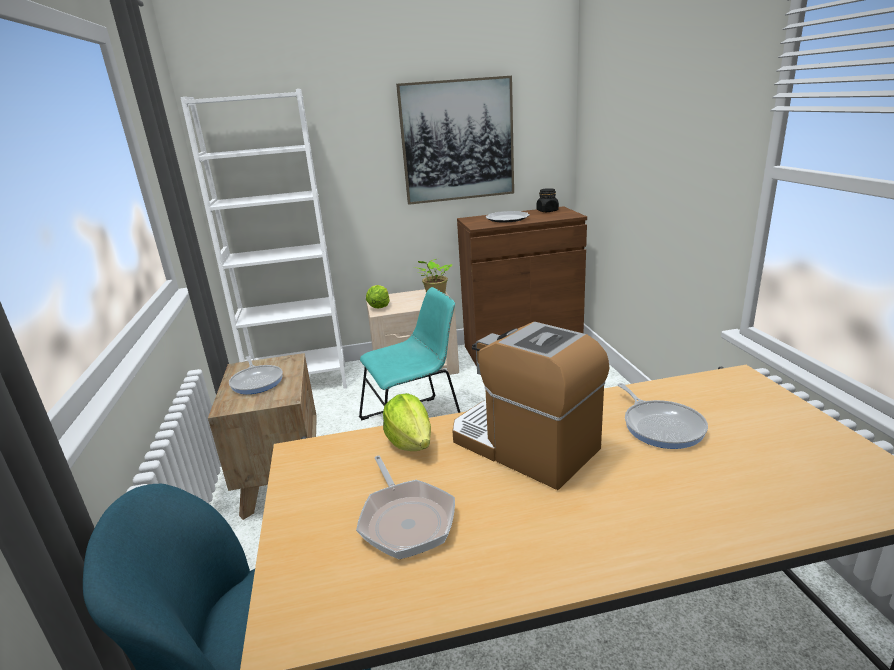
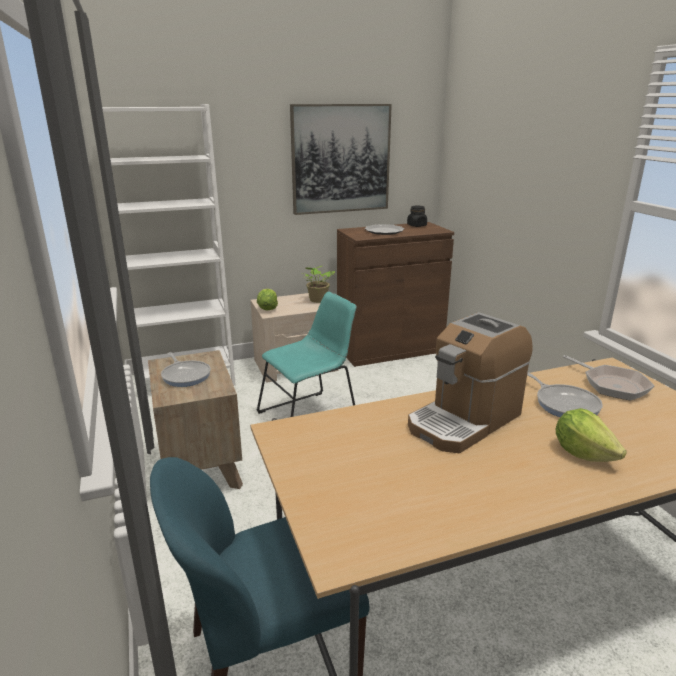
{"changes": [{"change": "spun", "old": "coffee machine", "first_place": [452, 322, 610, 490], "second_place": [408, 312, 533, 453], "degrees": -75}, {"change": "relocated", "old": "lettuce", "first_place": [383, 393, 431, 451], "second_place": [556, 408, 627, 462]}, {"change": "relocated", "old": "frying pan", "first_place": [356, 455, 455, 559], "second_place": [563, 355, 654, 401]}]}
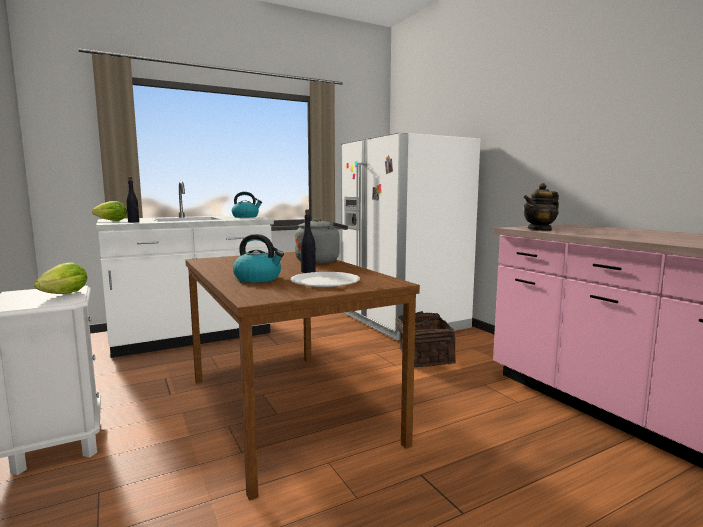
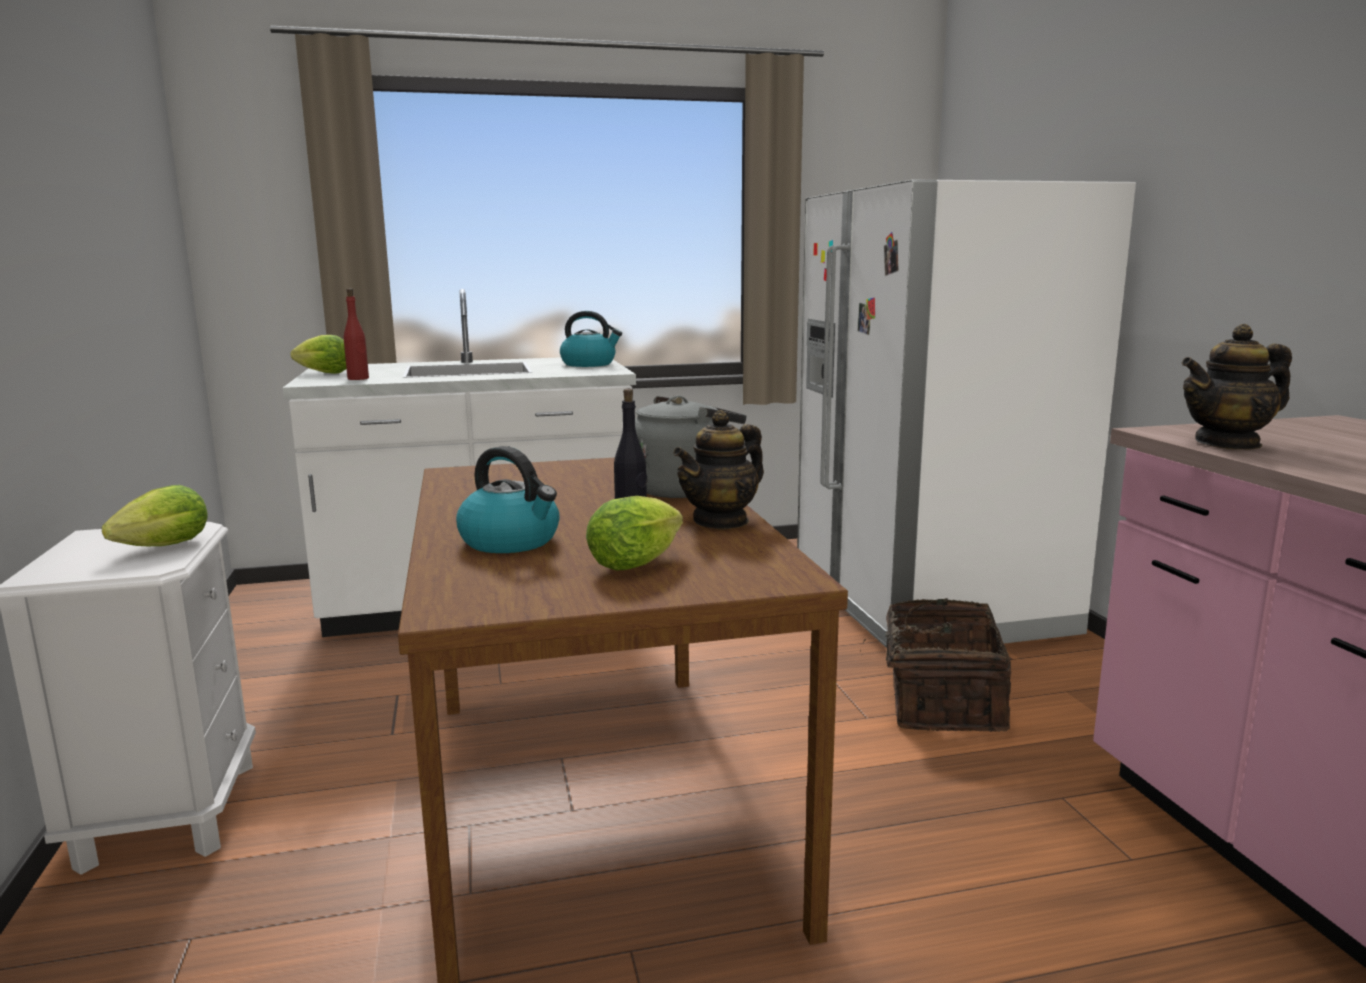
{"changes": [{"change": "colour", "old": "black bottle", "new": "red bottle", "first_place": [126, 177, 139, 222], "second_place": [344, 289, 369, 380]}, {"change": "exchanged", "old": "white plate", "new": "lettuce", "first_place": [290, 272, 360, 287], "second_place": [586, 496, 683, 570]}, {"change": "appeared", "new": "teapot", "second_place": [673, 410, 764, 530]}]}
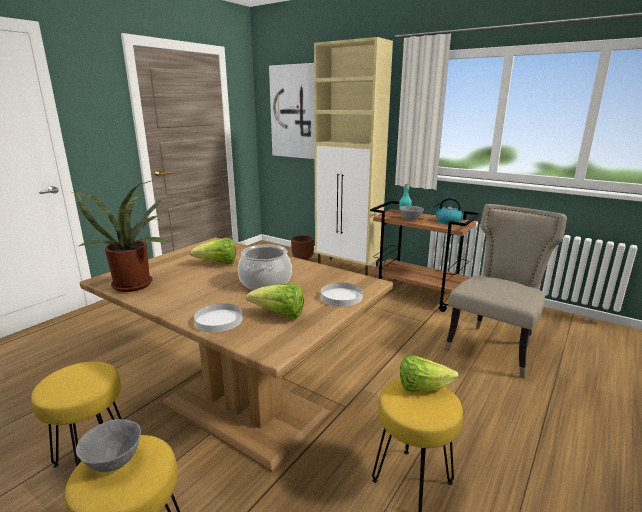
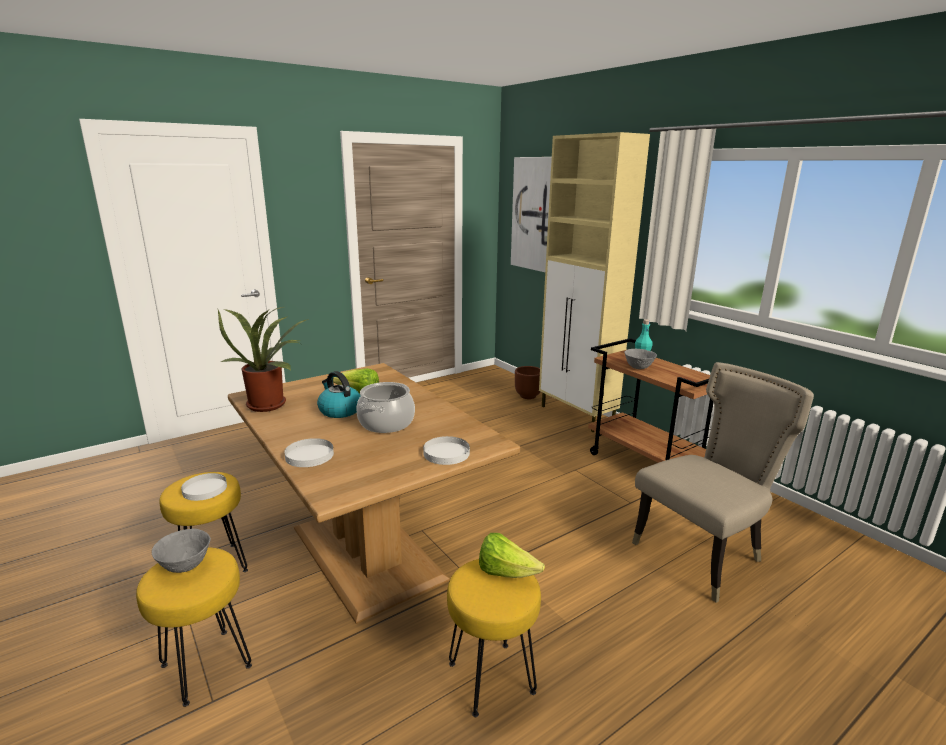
{"changes": [{"change": "appeared", "new": "white plate", "second_place": [181, 473, 227, 501]}, {"change": "relocated", "old": "kettle", "first_place": [433, 197, 463, 224], "second_place": [317, 371, 361, 418]}, {"change": "missing", "old": "lettuce", "first_place": [246, 284, 304, 319]}]}
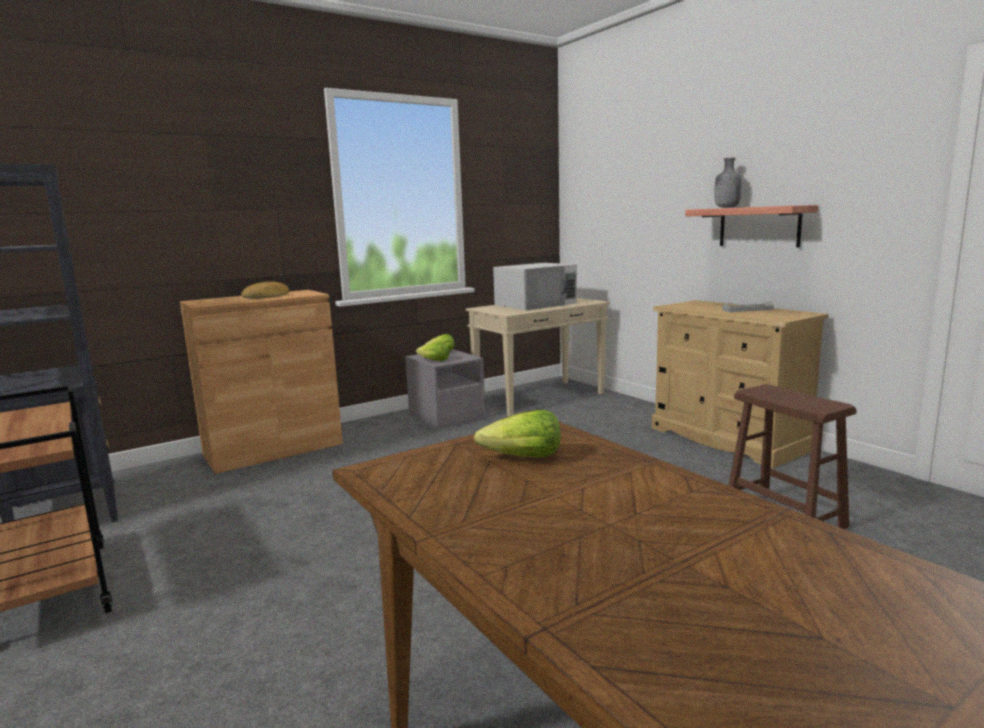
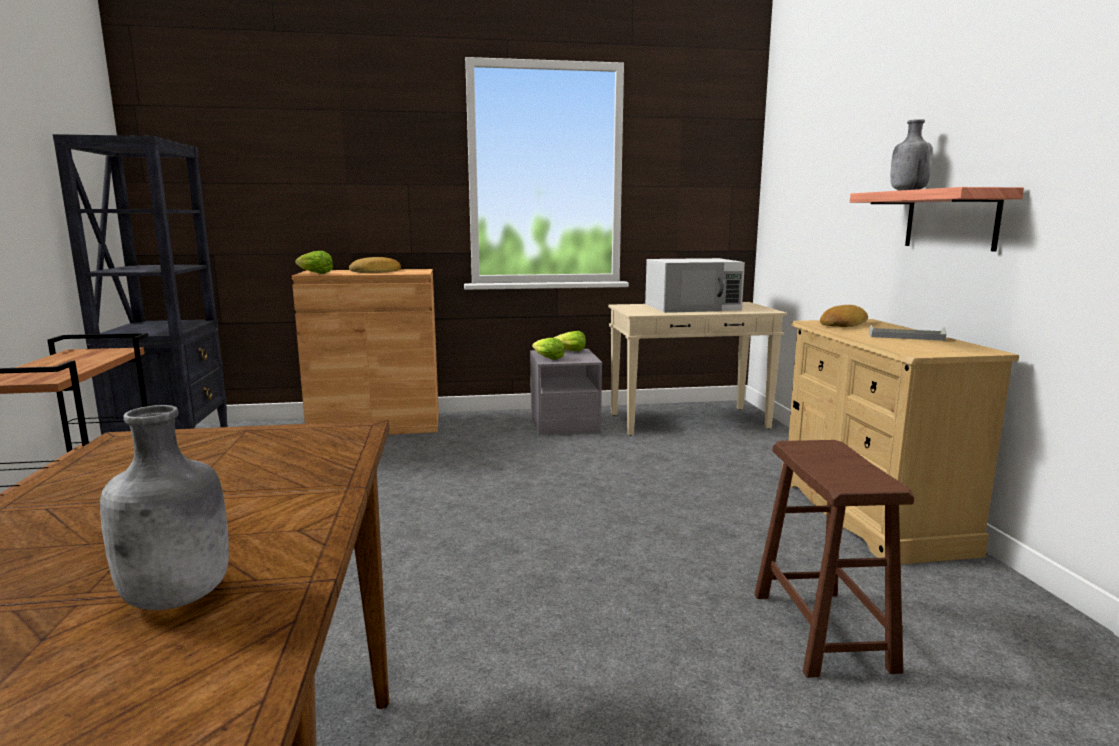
{"changes": [{"change": "appeared", "new": "grey bottle", "second_place": [100, 405, 229, 610]}, {"change": "relocated", "old": "lettuce", "first_place": [474, 410, 561, 458], "second_place": [295, 251, 333, 274]}, {"change": "appeared", "new": "bread", "second_place": [820, 305, 868, 327]}]}
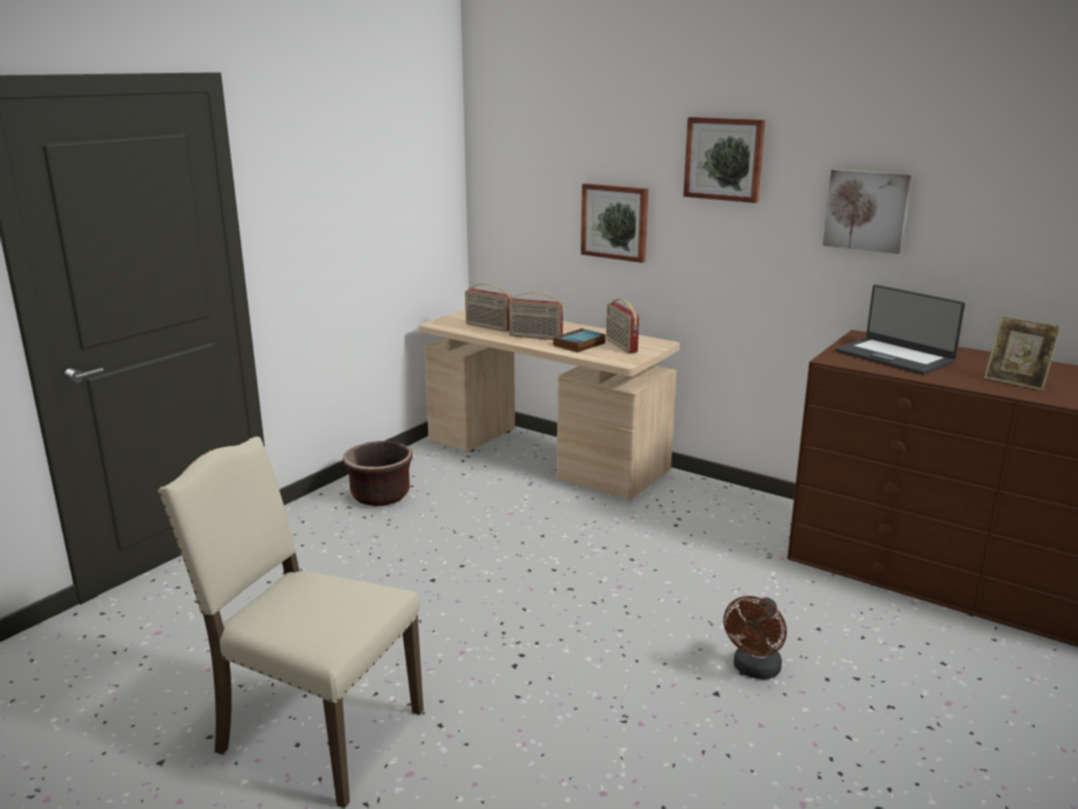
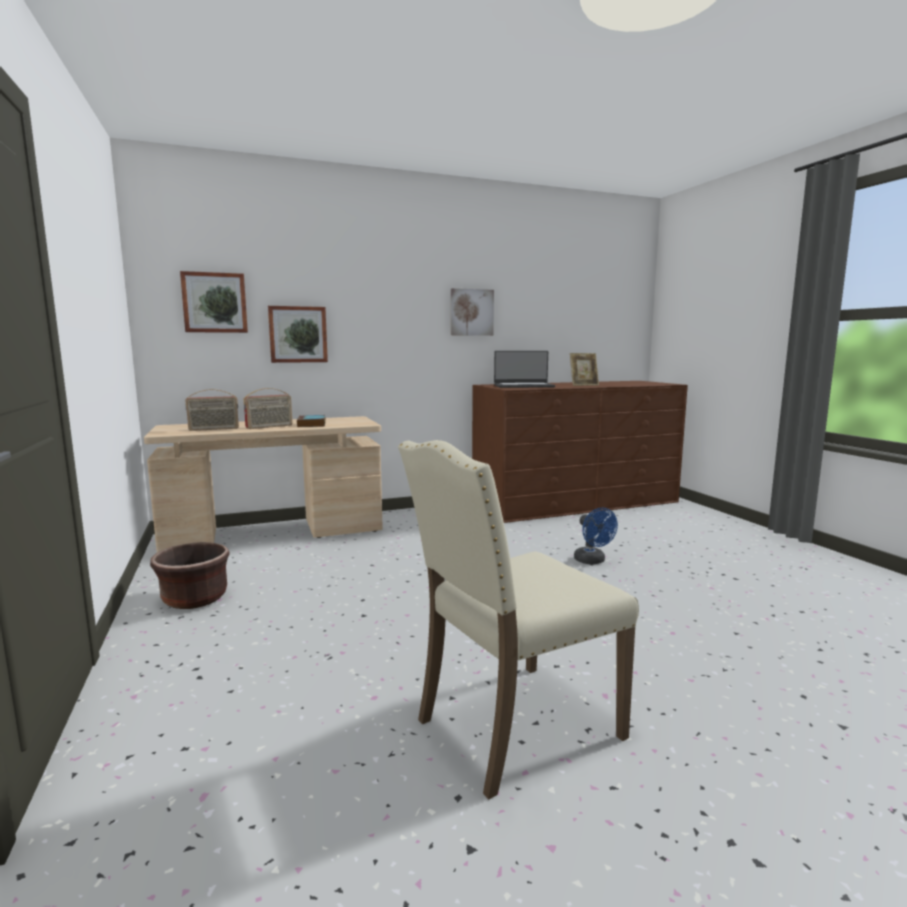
{"changes": [{"change": "relocated", "old": "picture", "first_place": [683, 117, 765, 203], "second_place": [180, 271, 248, 333]}, {"change": "colour", "old": "brown fan", "new": "blue fan", "first_place": [724, 596, 787, 680], "second_place": [574, 508, 618, 564]}, {"change": "missing", "old": "radio", "first_place": [606, 299, 639, 353]}]}
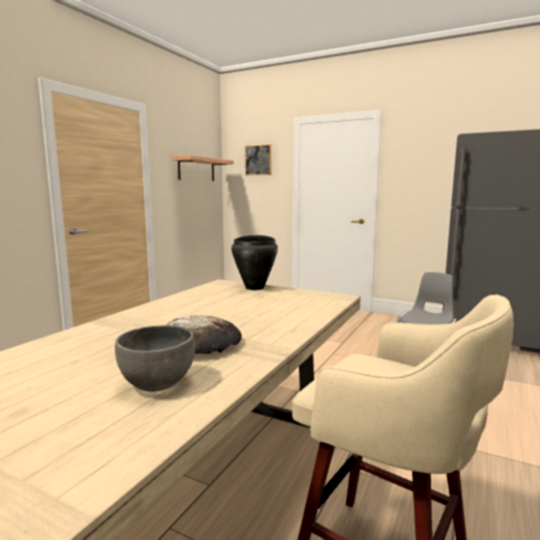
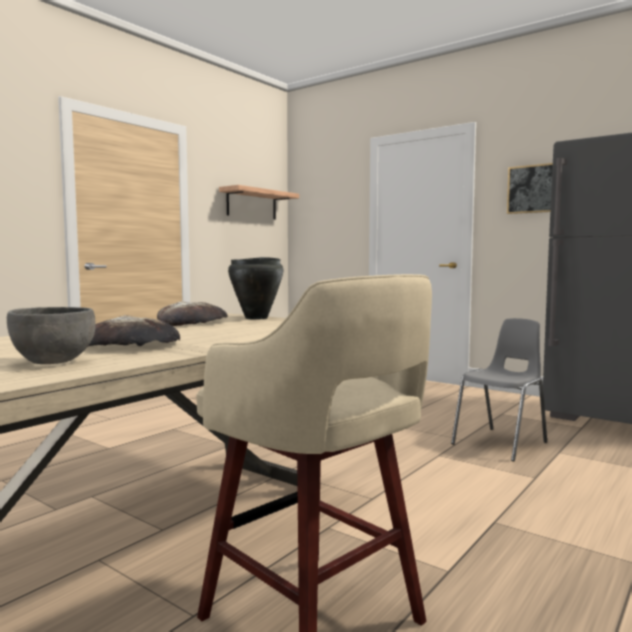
{"changes": [{"change": "appeared", "new": "bread", "second_place": [157, 301, 228, 326]}, {"change": "relocated", "old": "picture", "first_place": [245, 144, 272, 176], "second_place": [507, 163, 553, 214]}]}
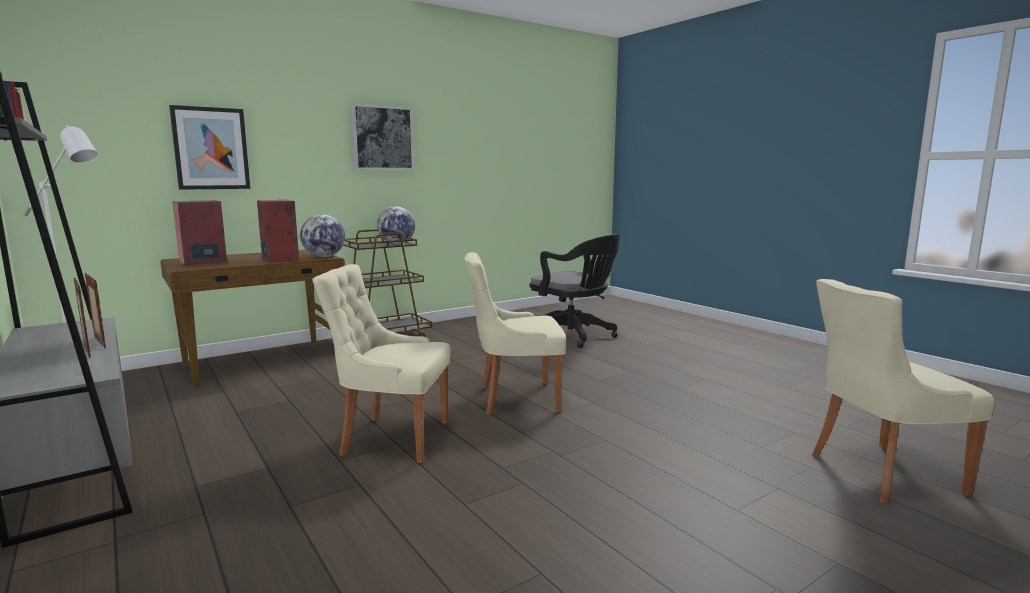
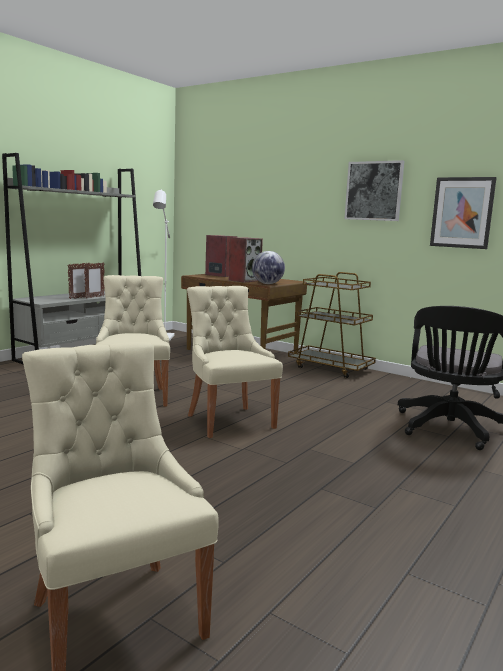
{"changes": [{"change": "relocated", "old": "picture", "first_place": [169, 105, 250, 190], "second_place": [430, 177, 497, 249]}, {"change": "missing", "old": "globe", "first_place": [377, 206, 415, 244]}]}
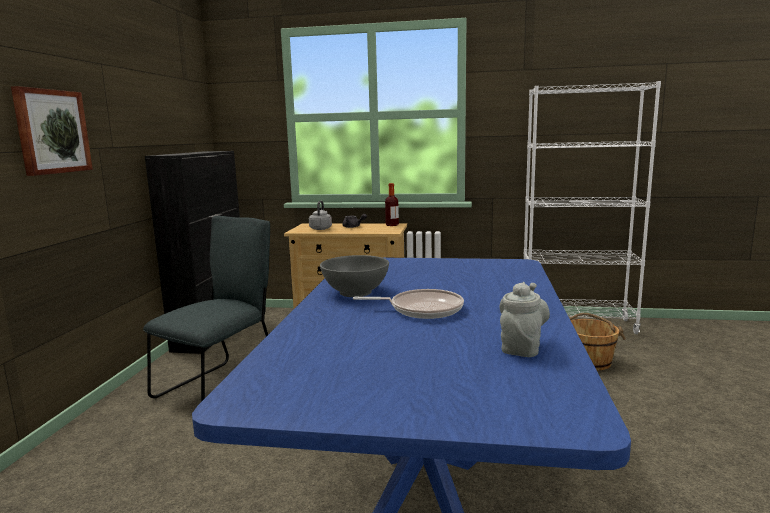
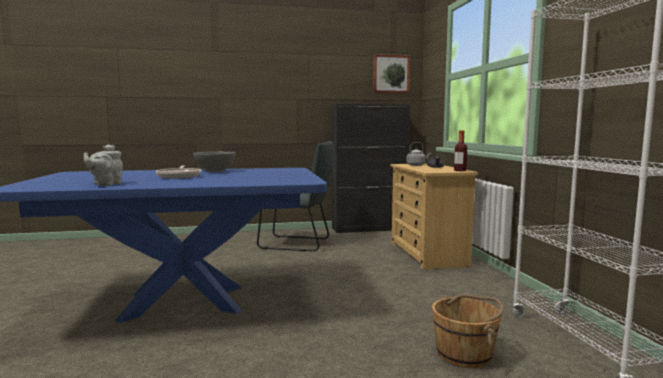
{"changes": [{"change": "spun", "old": "grey teapot", "first_place": [500, 282, 550, 357], "second_place": [84, 144, 123, 186], "degrees": 105}, {"change": "relocated", "old": "picture", "first_place": [11, 86, 93, 176], "second_place": [373, 54, 410, 94]}]}
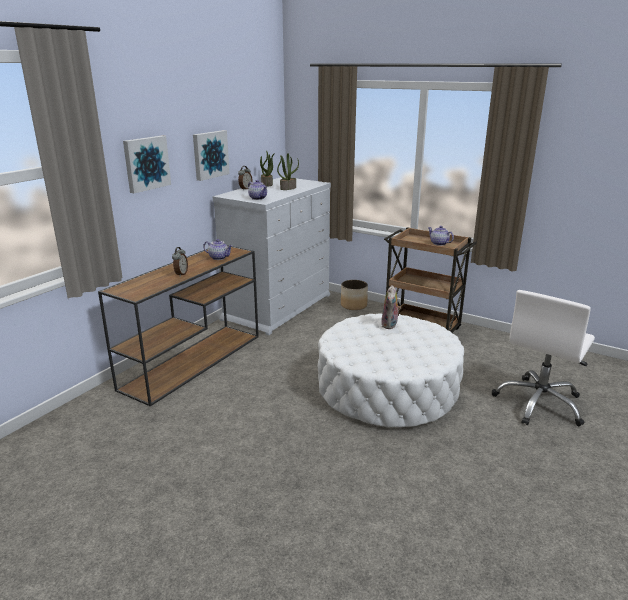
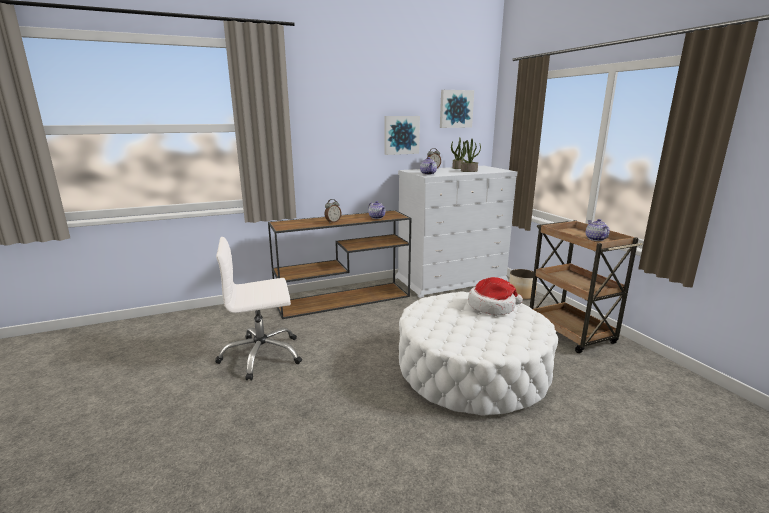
{"changes": [{"change": "relocated", "old": "white office chair", "first_place": [492, 290, 595, 426], "second_place": [215, 237, 302, 380]}, {"change": "relocated", "old": "picture", "first_place": [123, 136, 171, 193], "second_place": [440, 90, 474, 128]}, {"change": "exchanged", "old": "plush toy", "new": "hat", "first_place": [381, 285, 401, 329], "second_place": [468, 277, 523, 315]}]}
